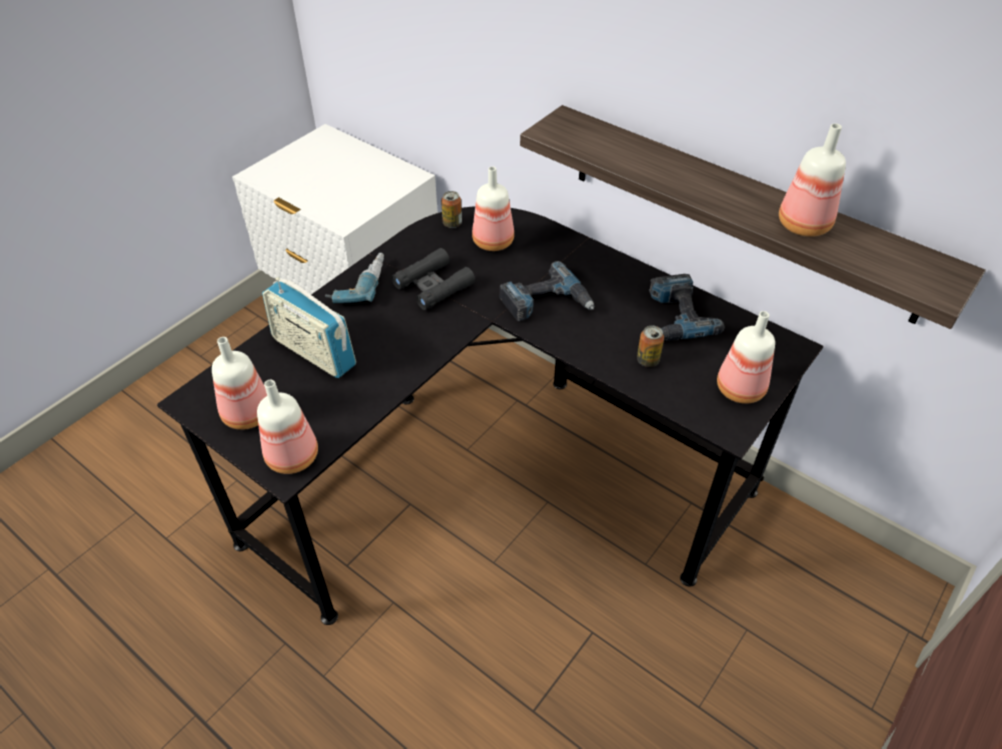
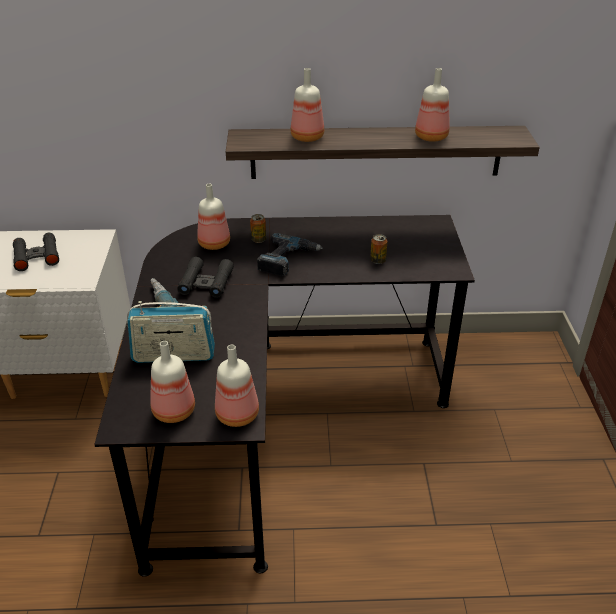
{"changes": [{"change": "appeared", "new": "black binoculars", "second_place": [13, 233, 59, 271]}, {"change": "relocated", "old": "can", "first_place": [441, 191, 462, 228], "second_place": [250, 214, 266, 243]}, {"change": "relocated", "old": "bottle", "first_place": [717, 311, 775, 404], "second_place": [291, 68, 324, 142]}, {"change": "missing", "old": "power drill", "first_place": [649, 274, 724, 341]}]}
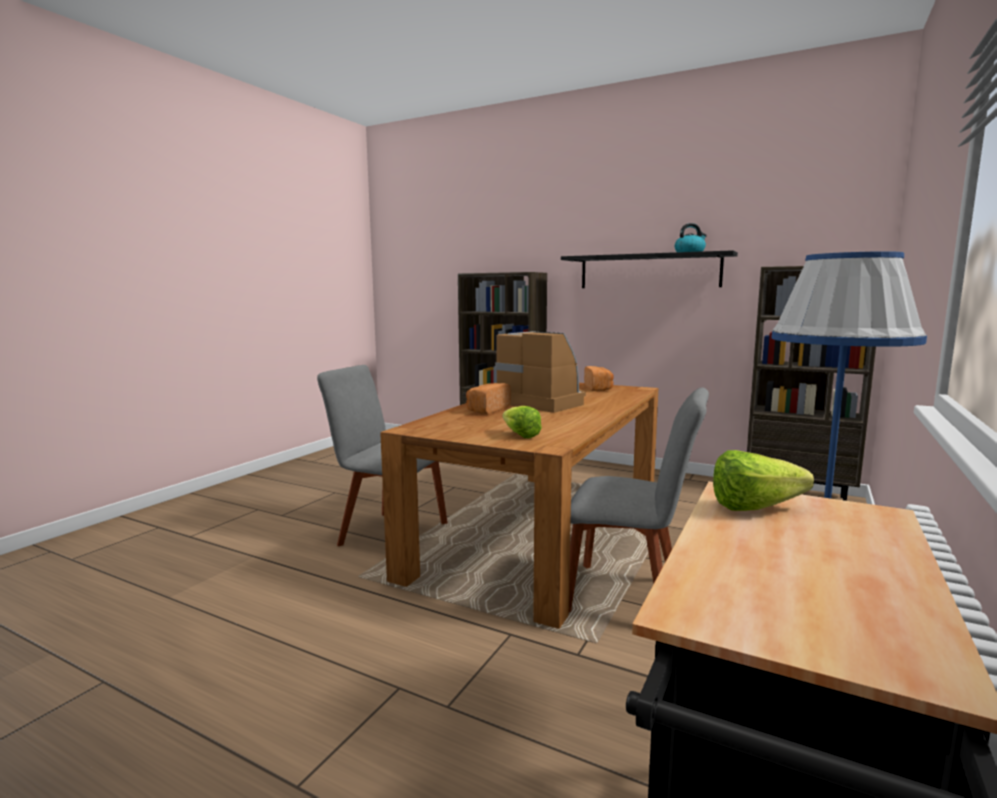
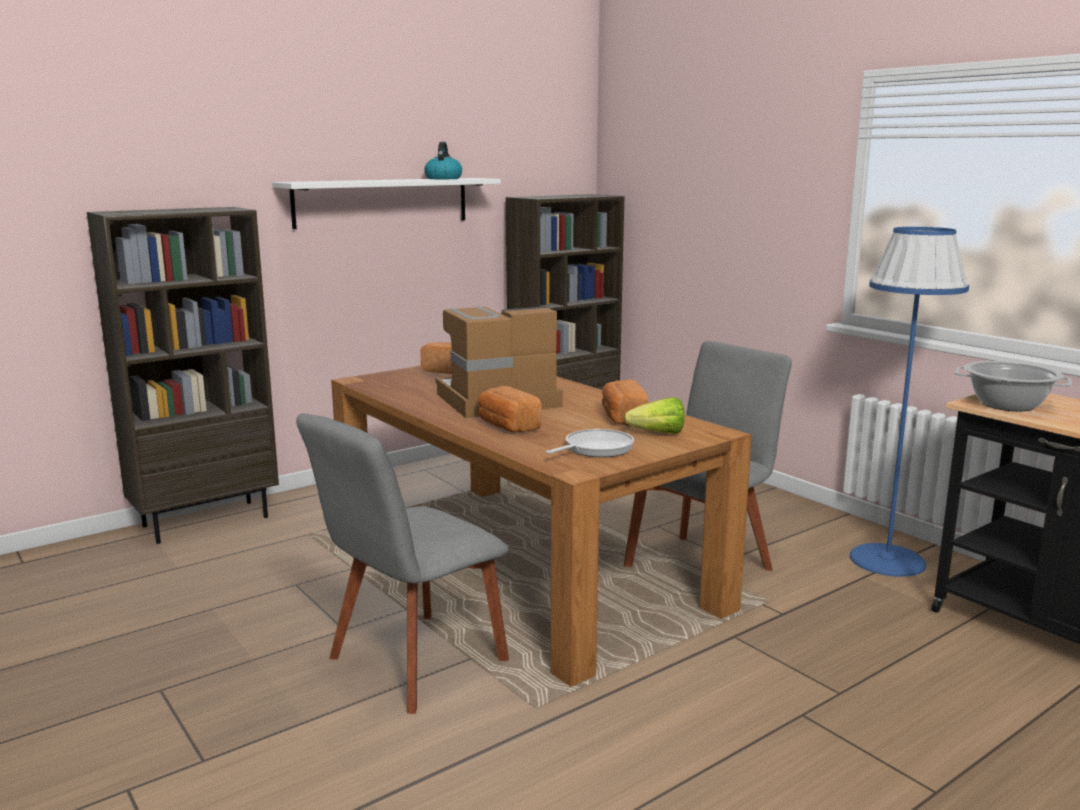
{"changes": [{"change": "colour", "old": "black shelf", "new": "white shelf", "first_place": [561, 250, 738, 288], "second_place": [272, 178, 501, 229]}, {"change": "appeared", "new": "frying pan", "second_place": [546, 429, 634, 457]}, {"change": "appeared", "new": "bread", "second_place": [602, 379, 648, 426]}, {"change": "exchanged", "old": "lettuce", "new": "cooking pot", "first_place": [713, 450, 814, 511], "second_place": [955, 361, 1072, 411]}]}
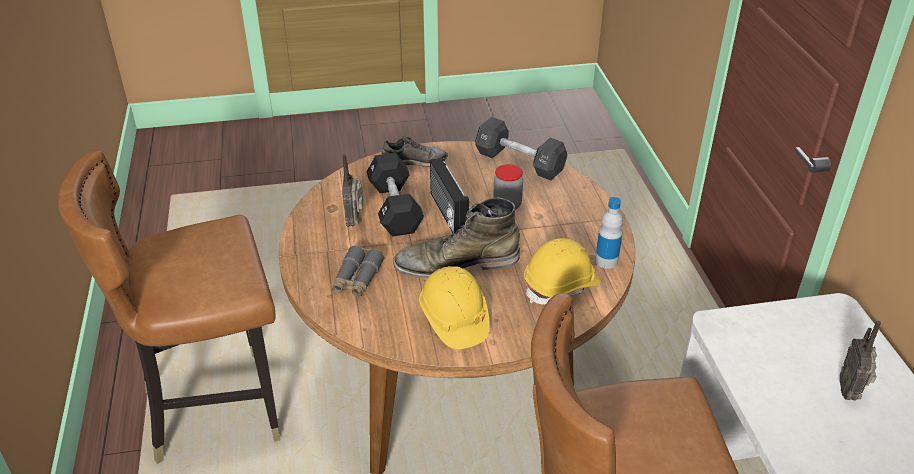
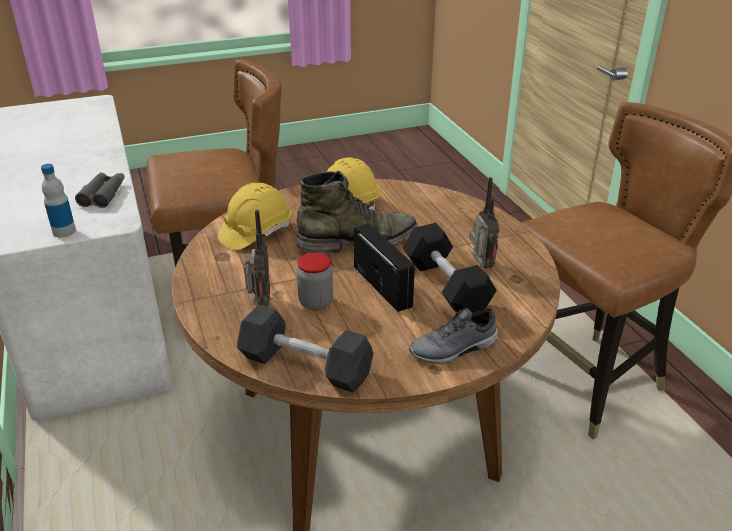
{"changes": [{"change": "relocated", "old": "bottle", "first_place": [595, 197, 623, 269], "second_place": [41, 164, 76, 238]}, {"change": "relocated", "old": "grey binoculars", "first_place": [331, 245, 384, 298], "second_place": [75, 172, 125, 208]}, {"change": "relocated", "old": "radio", "first_place": [840, 321, 881, 400], "second_place": [244, 210, 270, 306]}]}
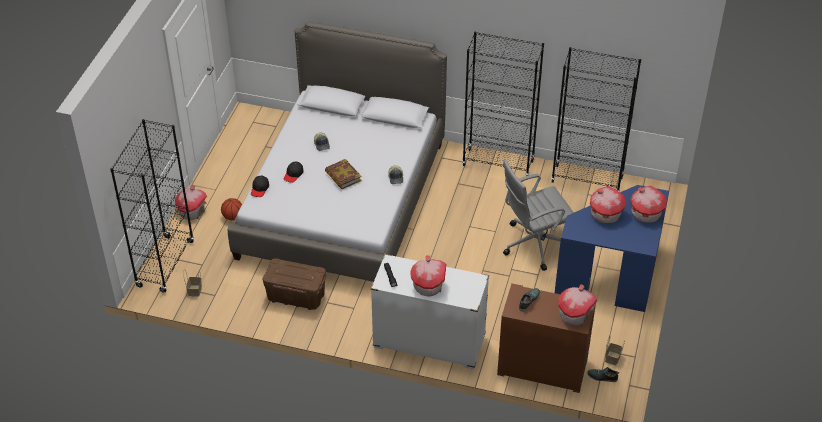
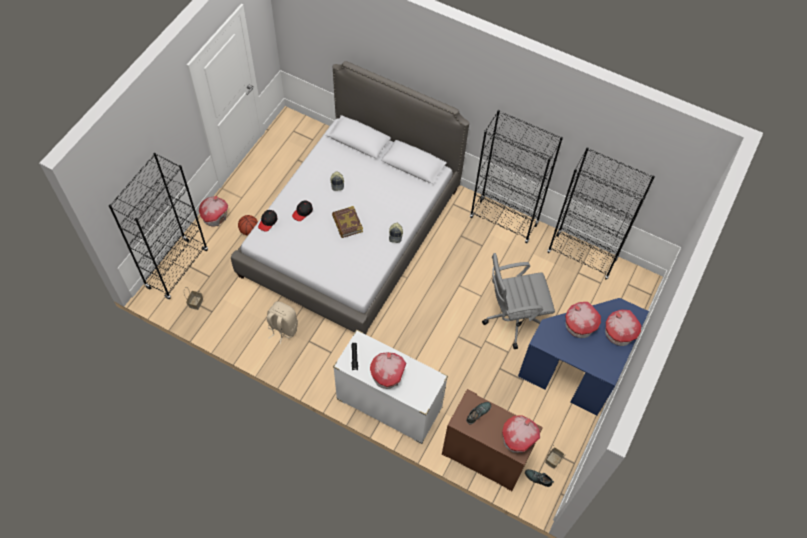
{"changes": [{"change": "exchanged", "old": "brown storage box", "new": "beige backpack", "first_place": [263, 258, 326, 310], "second_place": [267, 301, 298, 344]}]}
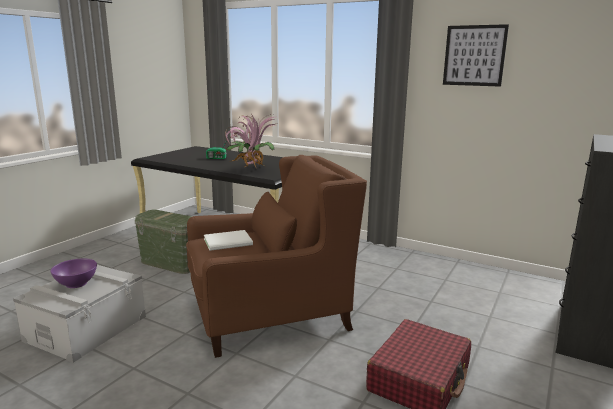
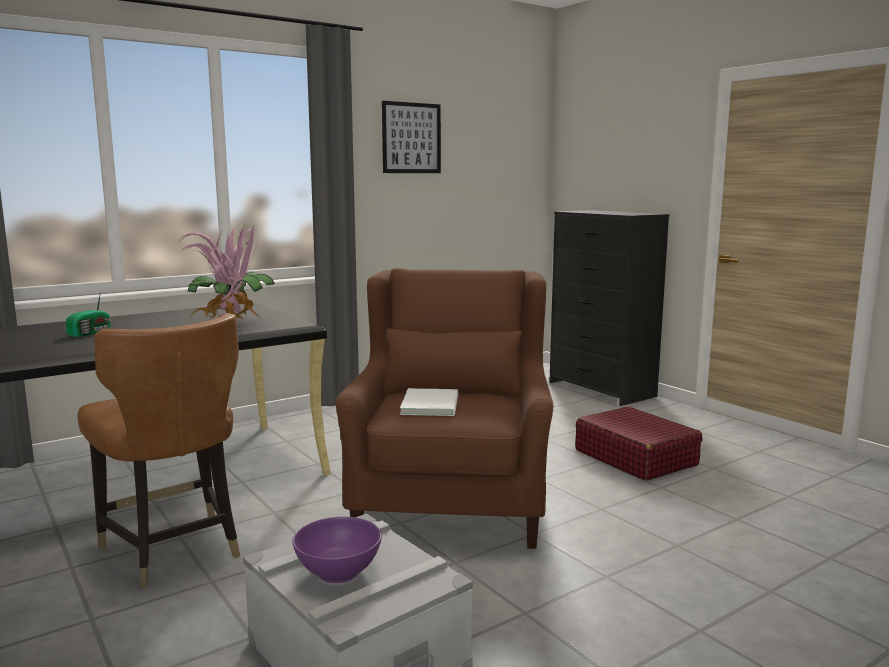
{"changes": [{"change": "exchanged", "old": "green storage box", "new": "brown chair", "first_place": [135, 209, 192, 274], "second_place": [77, 314, 240, 588]}]}
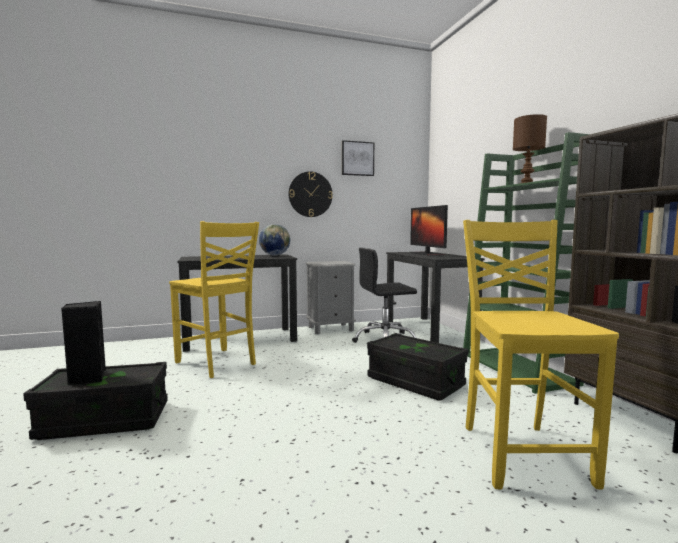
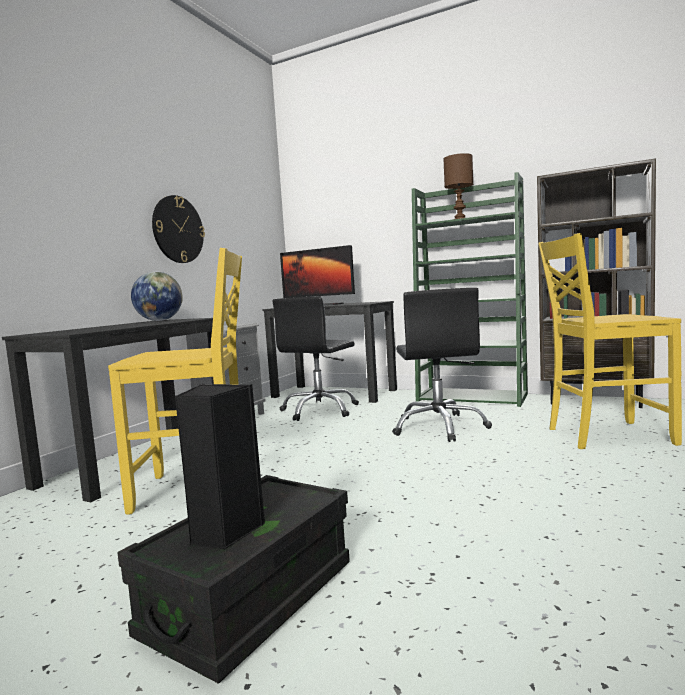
{"changes": [{"change": "exchanged", "old": "black storage box", "new": "black office chair", "first_place": [367, 333, 469, 401], "second_place": [392, 288, 492, 442]}, {"change": "spun", "old": "yellow chair", "first_place": [463, 220, 619, 489], "second_place": [538, 233, 682, 449], "degrees": -45}, {"change": "missing", "old": "picture", "first_place": [342, 140, 374, 176]}]}
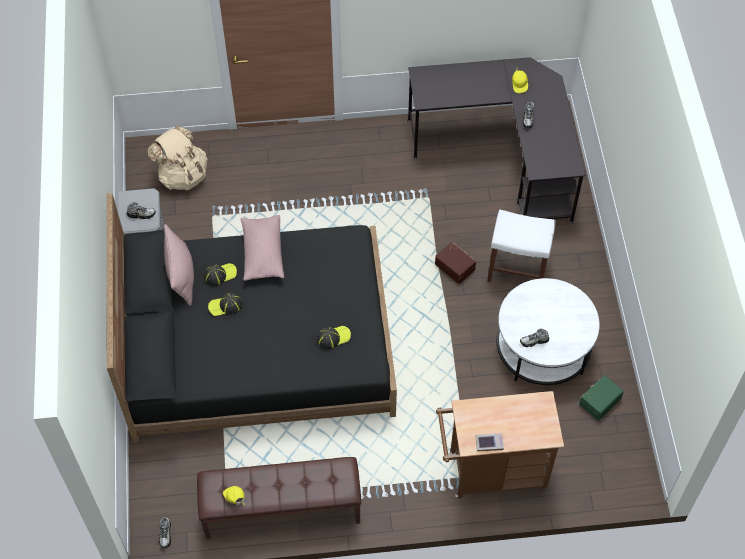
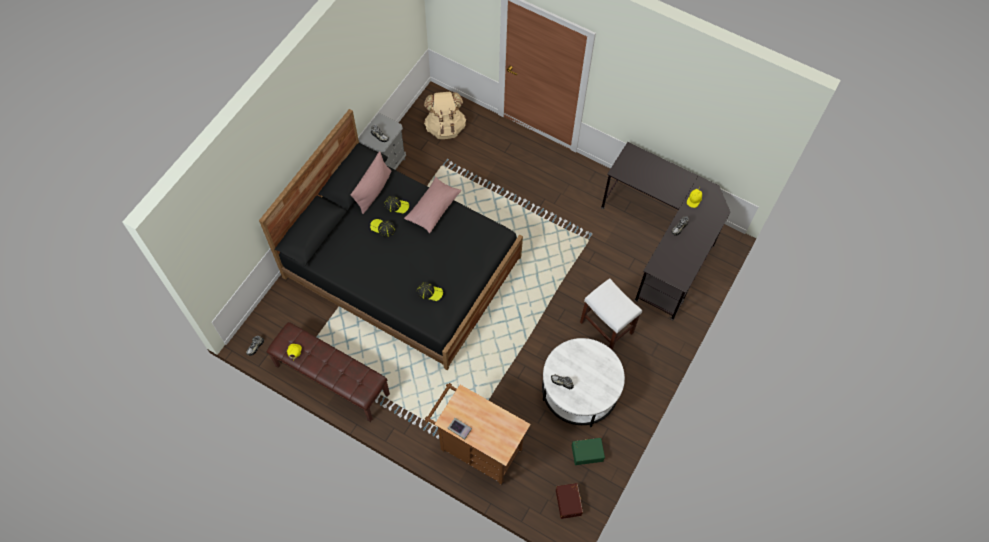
{"changes": [{"change": "relocated", "old": "brown storage box", "first_place": [435, 242, 476, 284], "second_place": [556, 483, 583, 519]}]}
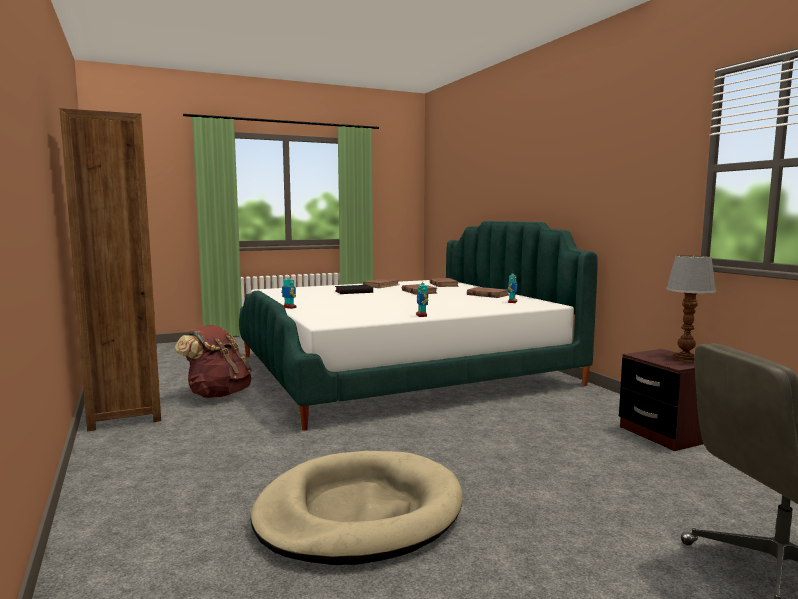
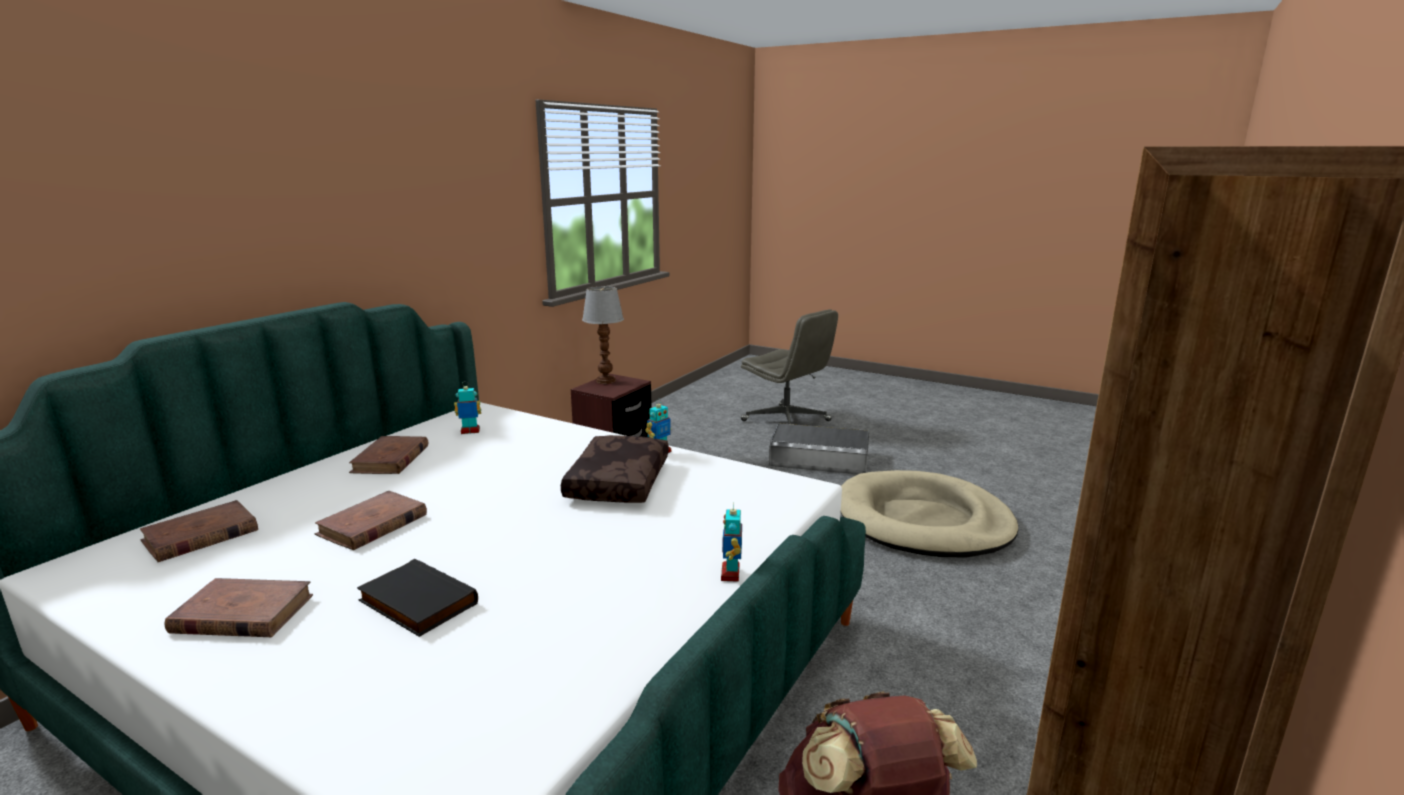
{"changes": [{"change": "appeared", "new": "brown pillow", "second_place": [561, 435, 669, 503]}, {"change": "appeared", "new": "grey storage box", "second_place": [769, 423, 869, 474]}]}
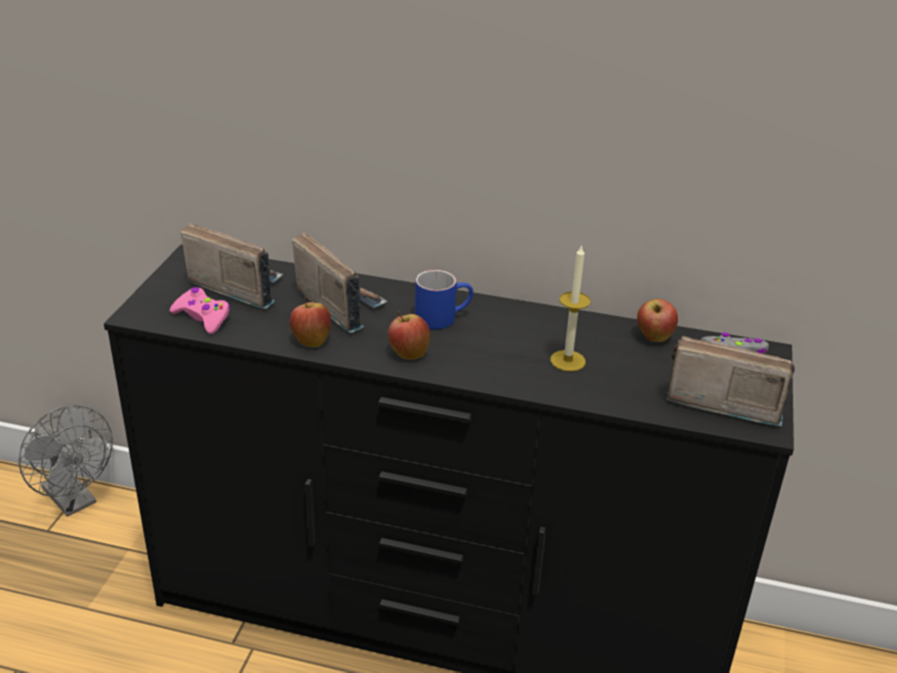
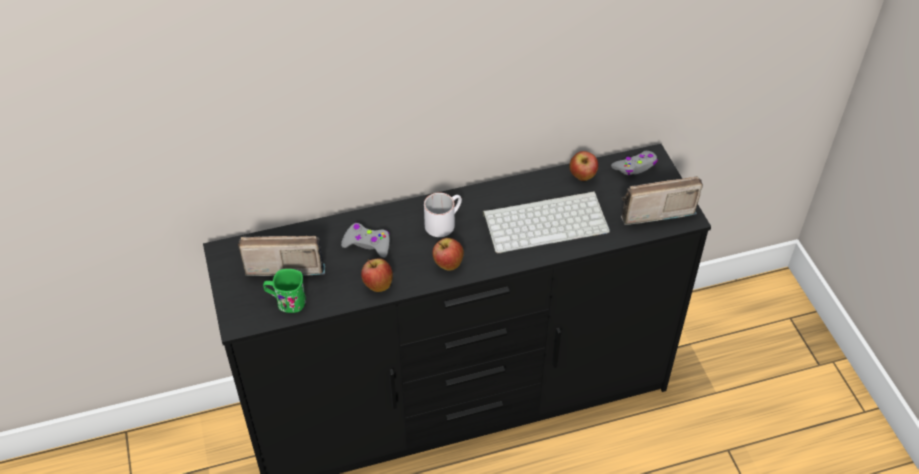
{"changes": [{"change": "exchanged", "old": "pink game controller", "new": "green mug", "first_place": [170, 287, 230, 334], "second_place": [263, 269, 306, 313]}, {"change": "exchanged", "old": "radio", "new": "grey game controller", "first_place": [292, 232, 388, 333], "second_place": [341, 223, 390, 258]}, {"change": "colour", "old": "blue mug", "new": "white mug", "first_place": [415, 270, 473, 329], "second_place": [424, 192, 462, 237]}, {"change": "exchanged", "old": "candle", "new": "keyboard", "first_place": [550, 245, 591, 371], "second_place": [483, 191, 610, 253]}, {"change": "missing", "old": "grey fan", "first_place": [19, 405, 113, 517]}]}
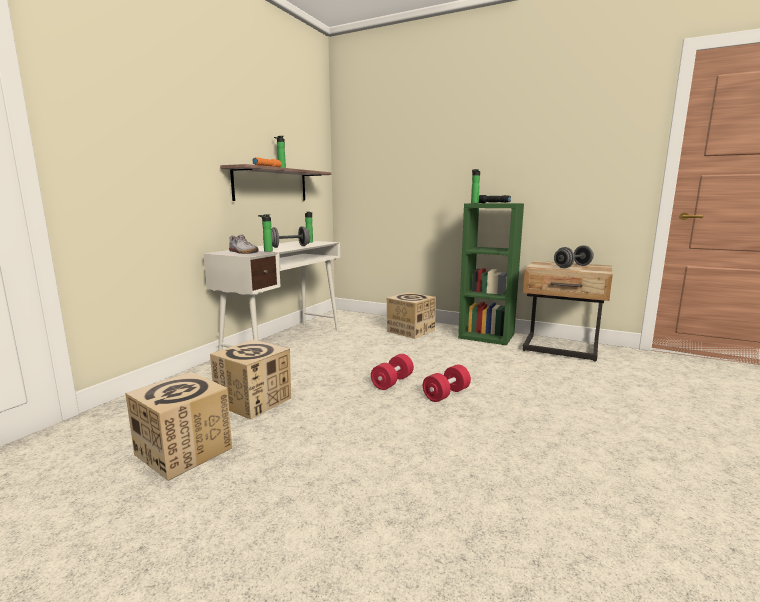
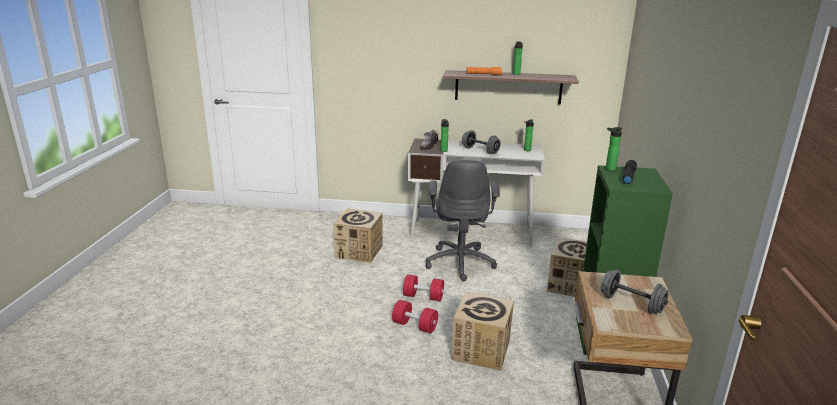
{"changes": [{"change": "appeared", "new": "grey office chair", "second_place": [426, 159, 500, 281]}, {"change": "relocated", "old": "cardboard box", "first_place": [125, 372, 232, 481], "second_place": [452, 291, 514, 370]}]}
